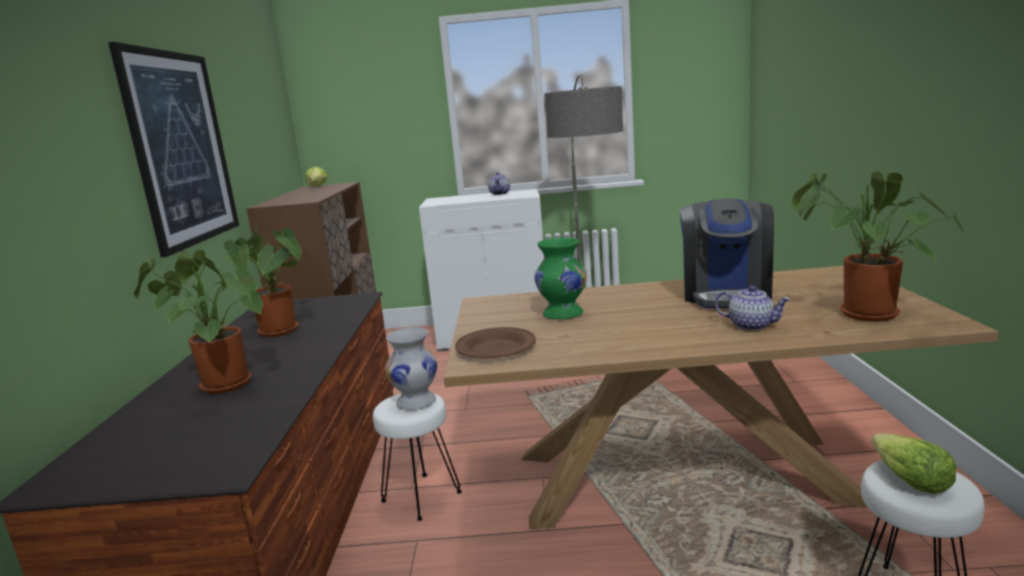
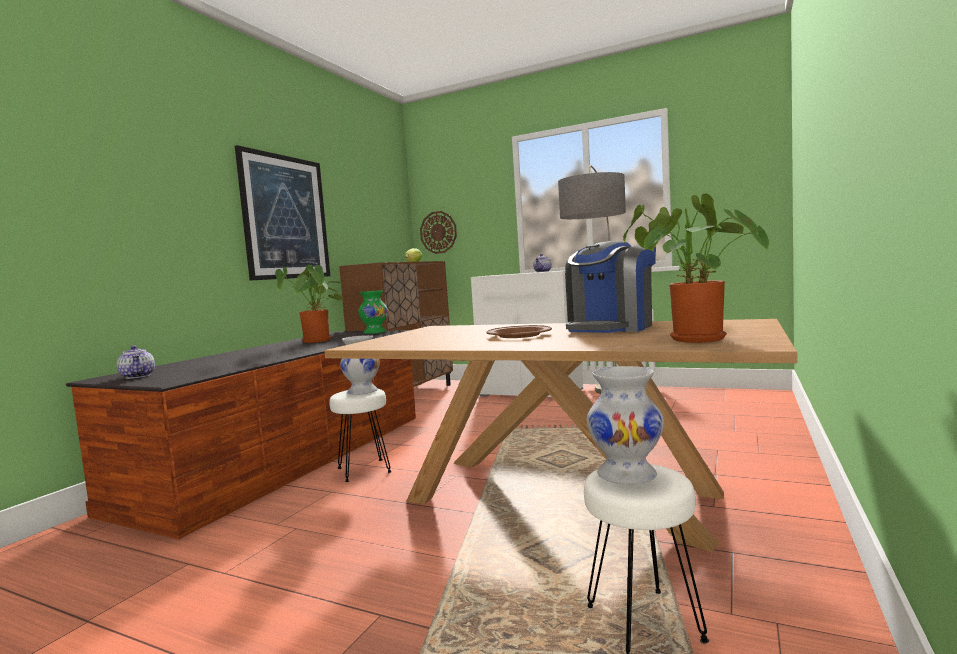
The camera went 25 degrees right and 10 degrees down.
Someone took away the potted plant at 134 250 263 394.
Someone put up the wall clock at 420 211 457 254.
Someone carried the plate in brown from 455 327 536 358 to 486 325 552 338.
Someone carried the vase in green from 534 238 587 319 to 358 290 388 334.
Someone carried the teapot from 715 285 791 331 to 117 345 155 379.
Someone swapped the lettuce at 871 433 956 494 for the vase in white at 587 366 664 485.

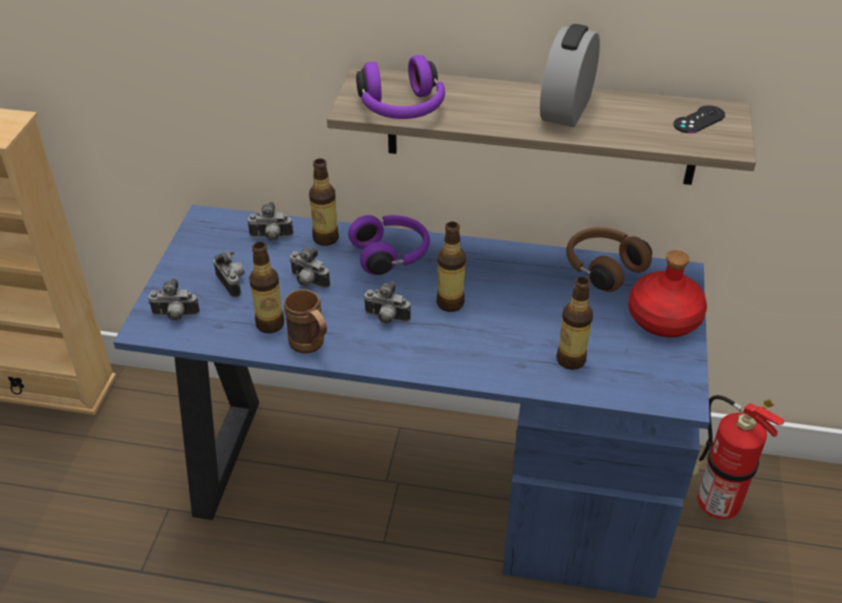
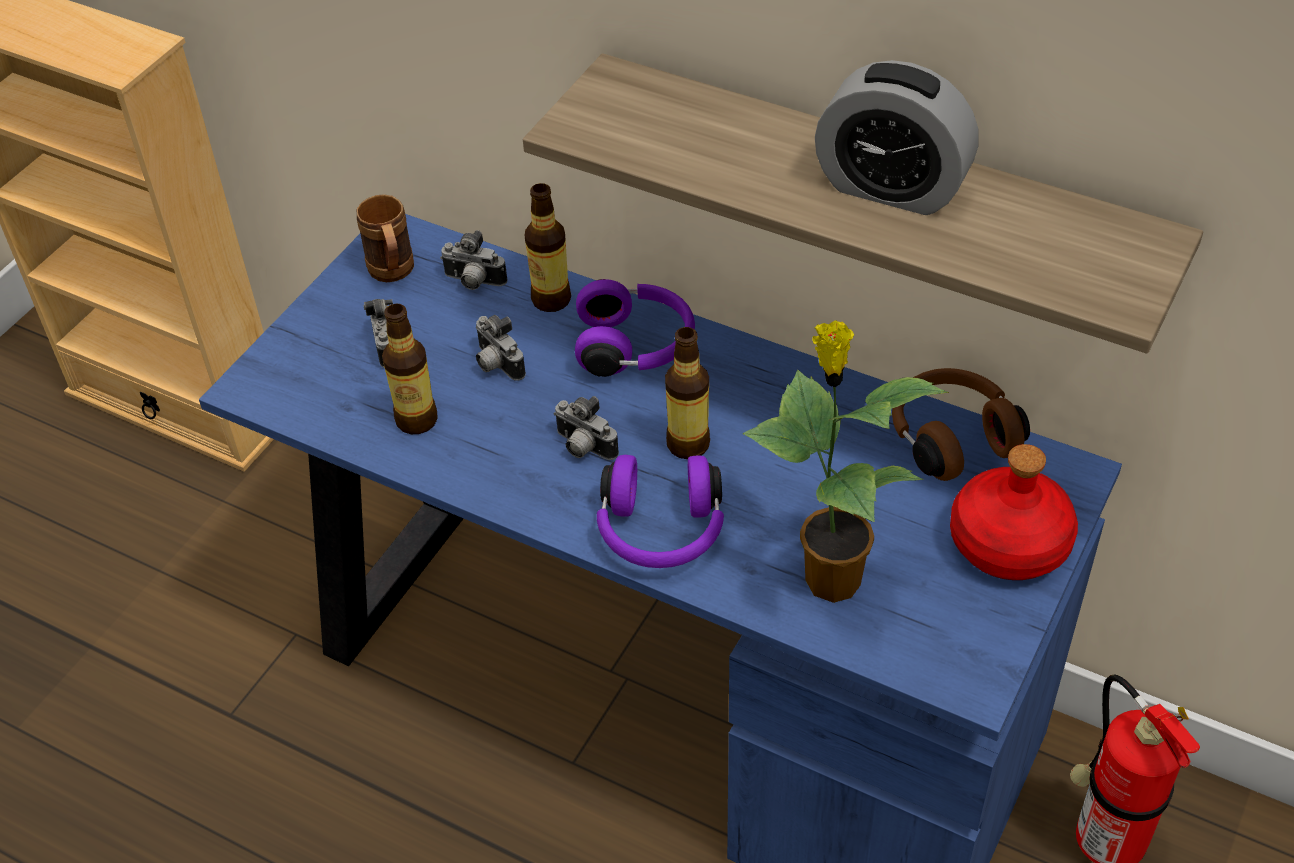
The camera went 20 degrees right and 5 degrees up.
Someone took away the photo camera at 148 278 200 321.
Someone took away the game controller in black at 673 106 725 133.
Someone carried the mug in brown from 284 289 327 354 to 356 194 414 282.
Someone carried the headphones in purple from 356 55 445 119 to 597 455 724 568.
Someone swapped the bottle at 556 277 593 370 for the potted plant at 743 320 949 603.
Someone rotated the alarm clock at 540 24 600 127 by 105 degrees counterclockwise.

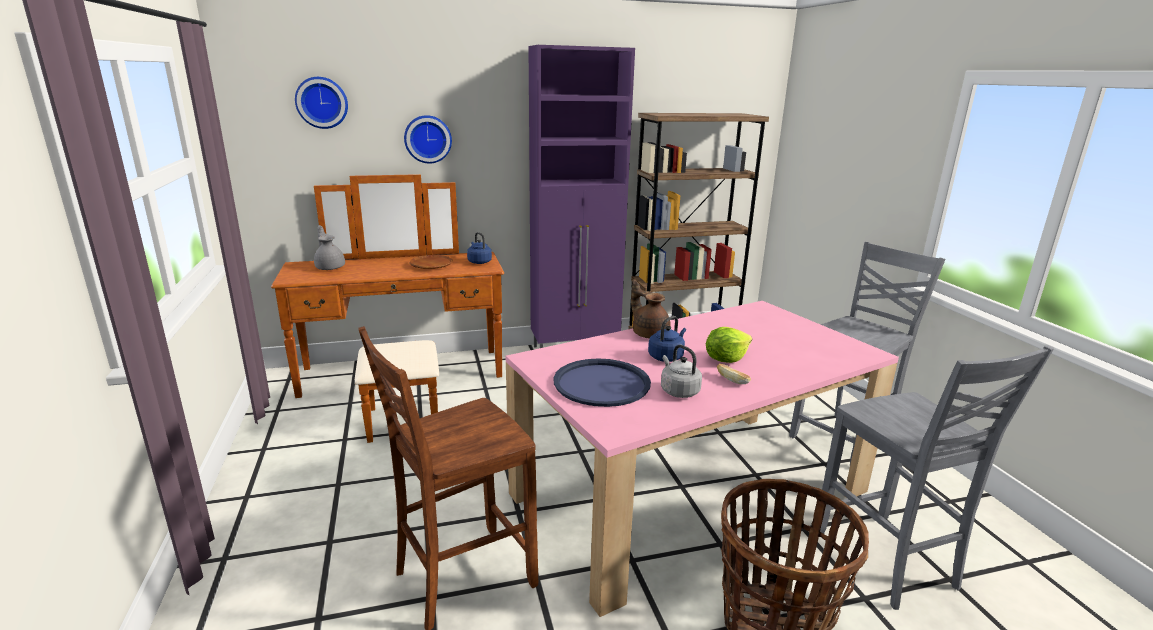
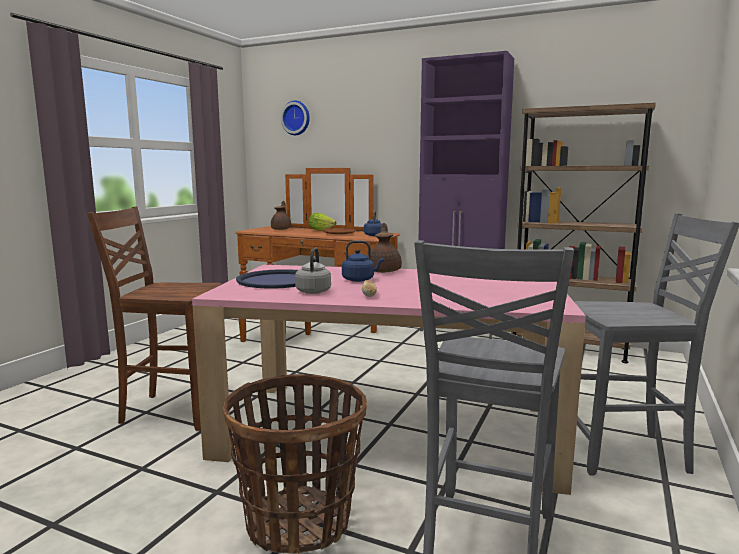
The camera went 40 degrees right and 10 degrees down.
Someone took away the wall clock at 404 115 452 164.
Someone carried the lettuce from 706 327 752 363 to 308 213 337 231.
Someone repainted the teapot in grey at 314 225 345 270, which became the teapot in brown at 271 201 291 230.

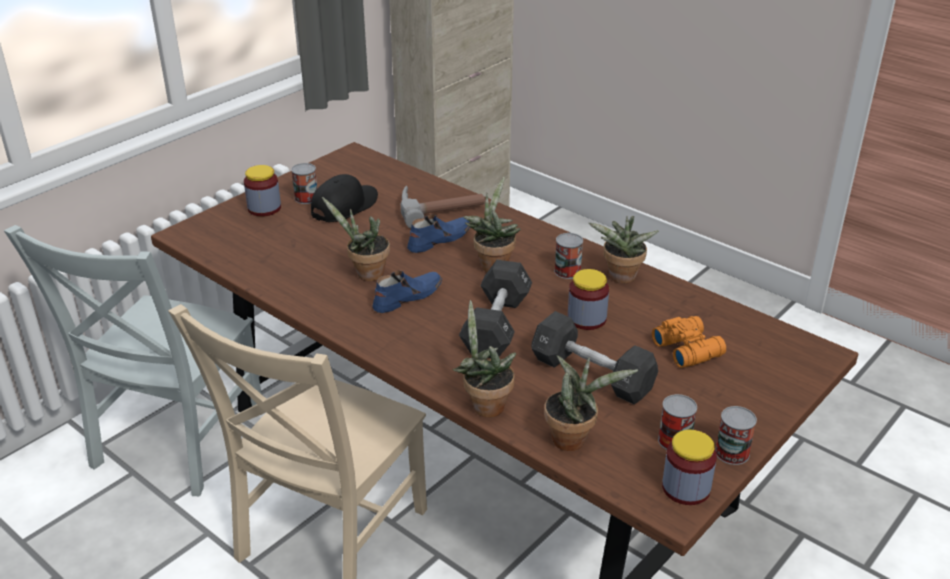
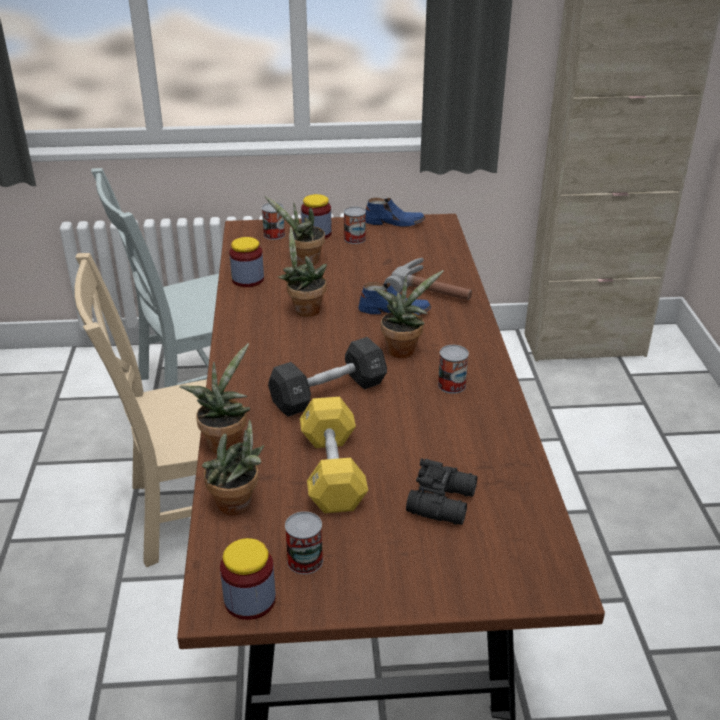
The camera went 45 degrees right and 0 degrees up.
Someone took away the cap in black at 311 174 378 222.
Someone carried the shoe in blue from 372 270 442 313 to 366 198 425 227.
Someone carried the jar from 568 269 609 330 to 229 237 264 287.
Someone carried the potted plant from 589 216 659 283 to 265 196 325 265.
Someone carried the can from 715 406 757 465 to 262 203 285 240.
Someone repainted the dumbbell in black at 531 311 658 405, which became the dumbbell in yellow at 300 397 368 513.
Someone repainted the binoculars in orange at 652 316 726 368, which became the binoculars in black at 406 458 477 525.

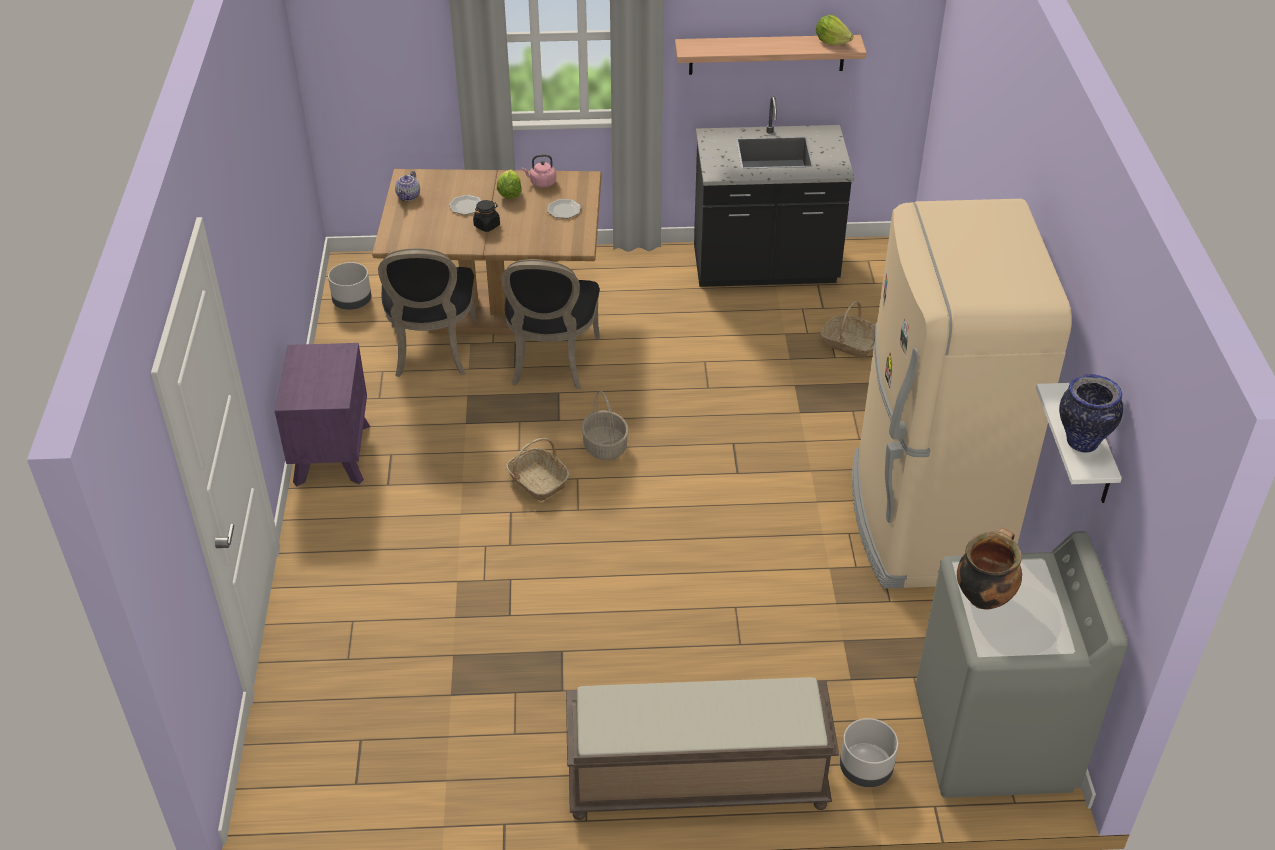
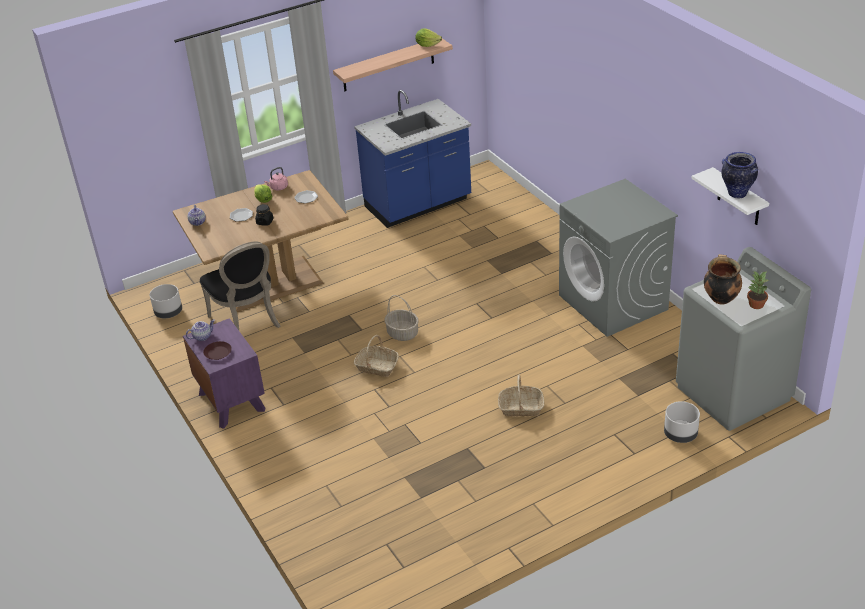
The camera went 25 degrees left and 5 degrees down.
Someone took away the chair in black at 501 259 600 389.
Someone took away the bench in brown at 566 677 839 820.
Someone put down the teapot at 186 320 215 341.
Someone put down the plate in brown at 203 341 232 360.
Someone put down the potted plant at 747 271 770 309.
Someone carried the basket from 820 301 875 358 to 498 375 544 417.
Someone swapped the fridge in beige at 852 199 1072 589 for the washing machine in grey at 559 179 678 337.
Someone repainted the counter in black at 694 96 854 287, which became the counter in blue at 354 90 471 228.

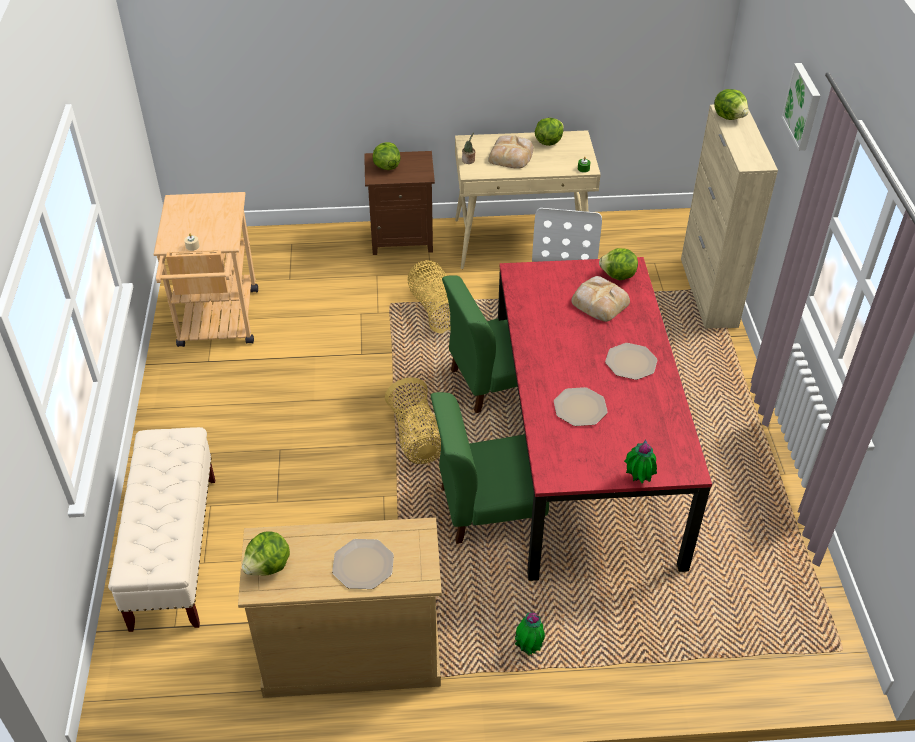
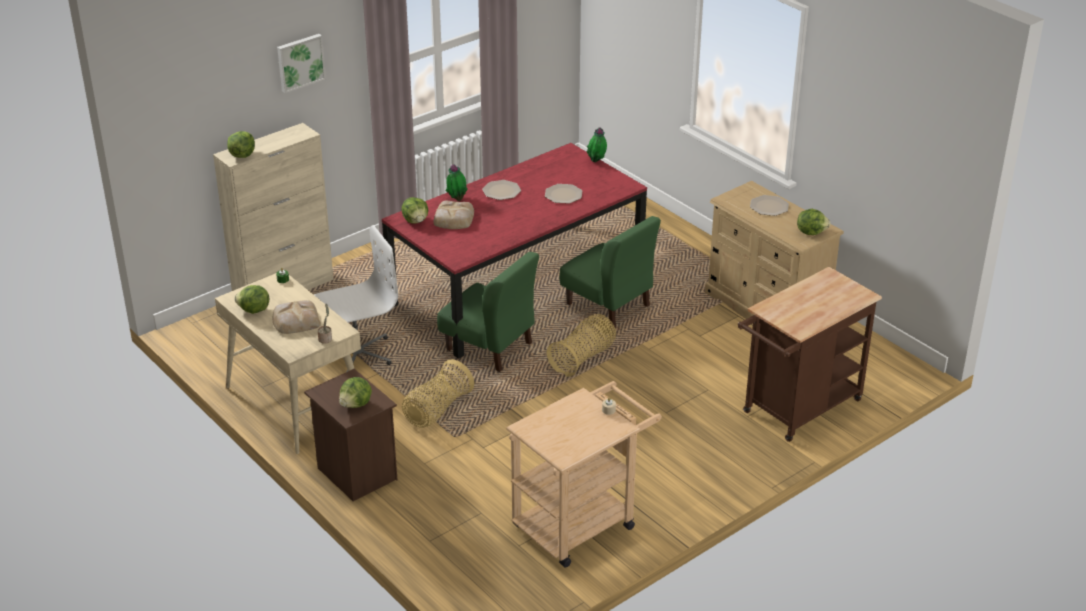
The camera went 125 degrees left and 10 degrees down.
Someone carried the potted plant from 515 612 545 655 to 446 164 468 201.
Someone swapped the bench in beige at 108 427 215 632 for the cart in brown at 738 267 882 442.

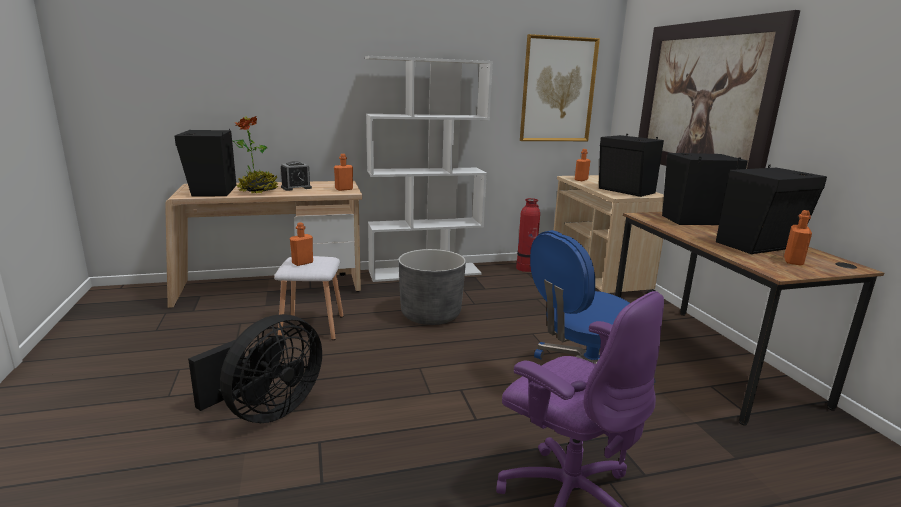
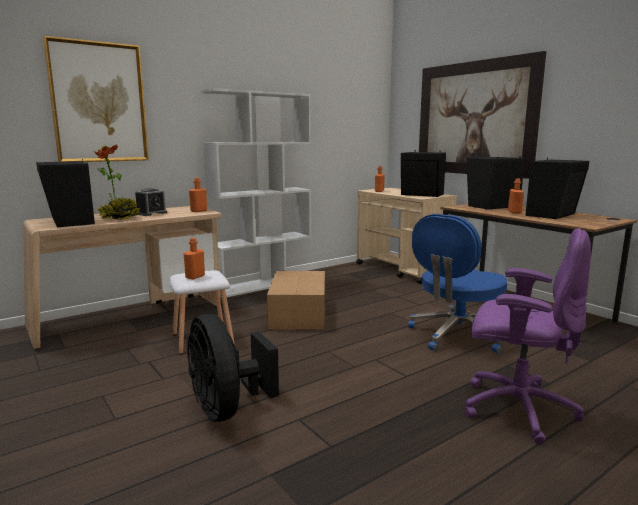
The camera went 20 degrees left and 5 degrees down.
Someone took away the fire extinguisher at 516 198 540 272.
Someone carried the picture from 520 34 600 141 to 43 36 149 162.
Someone carried the bottle in orange from 784 210 812 266 to 508 178 524 213.
Someone swapped the planter in grey at 398 249 466 325 for the cardboard box at 267 271 325 330.
Someone rotated the fan in black at 188 314 322 423 by 135 degrees clockwise.

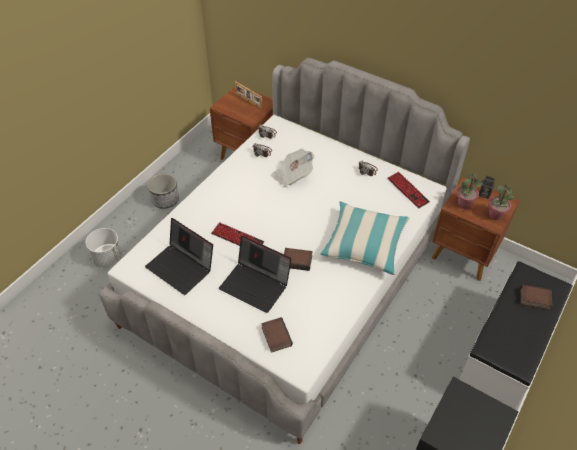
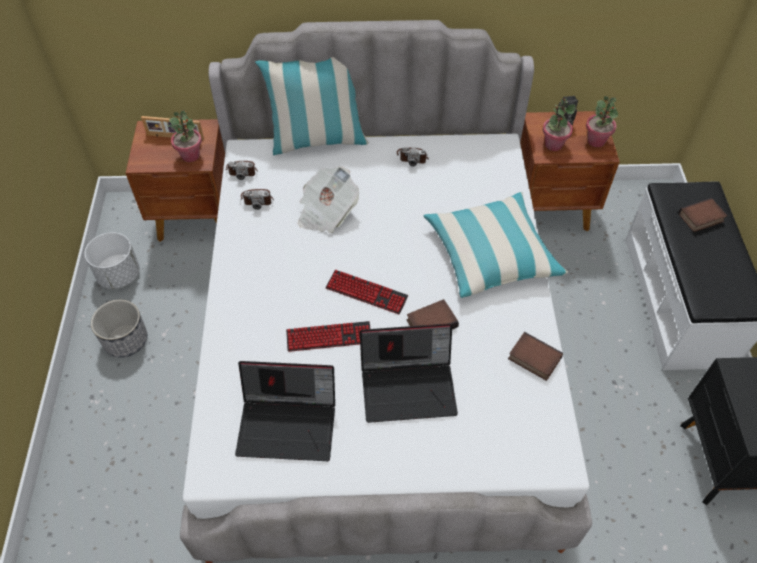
The camera went 35 degrees left and 5 degrees up.
Someone put down the potted plant at 169 110 202 162.
Someone put down the pillow at 255 57 369 155.
Someone carried the planter in white from 86 228 123 268 to 85 232 140 289.
Someone carried the book from 261 317 293 353 to 508 332 563 381.
Someone carried the keyboard from 387 172 430 208 to 325 270 408 314.

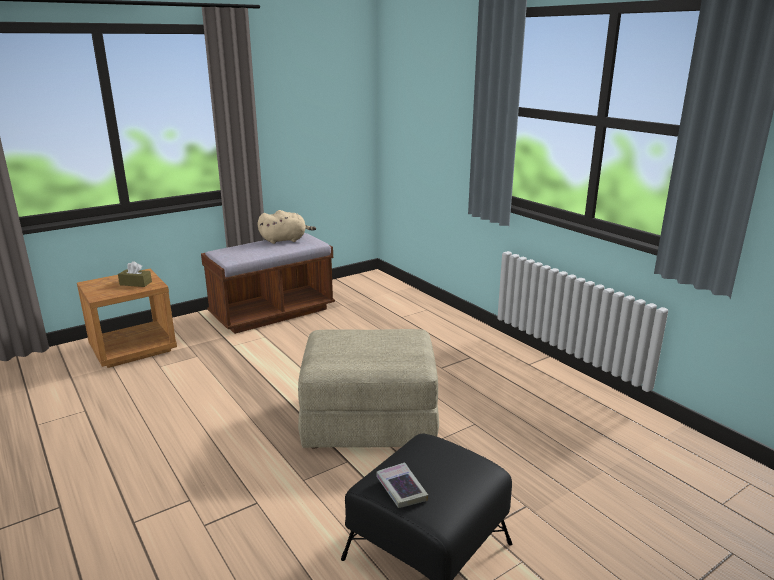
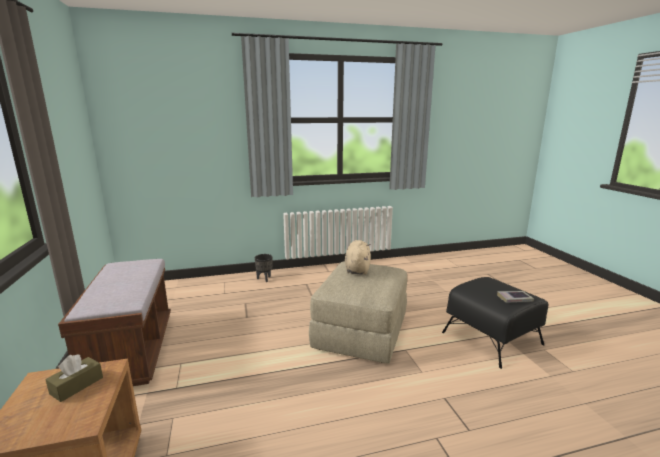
The camera went 70 degrees left and 5 degrees down.
Someone put down the planter in black at 255 254 273 282.
Someone carried the plush toy in beige from 258 210 316 244 to 345 240 371 275.

